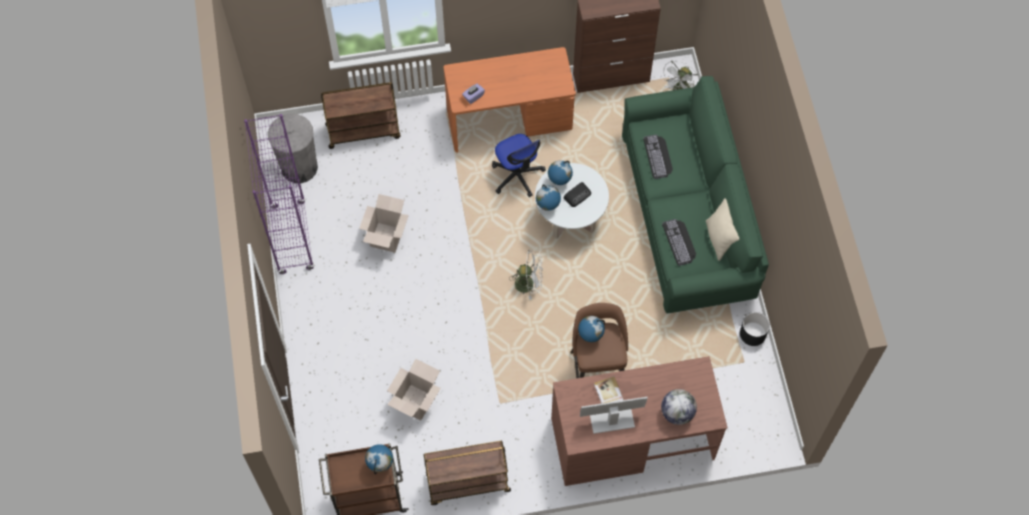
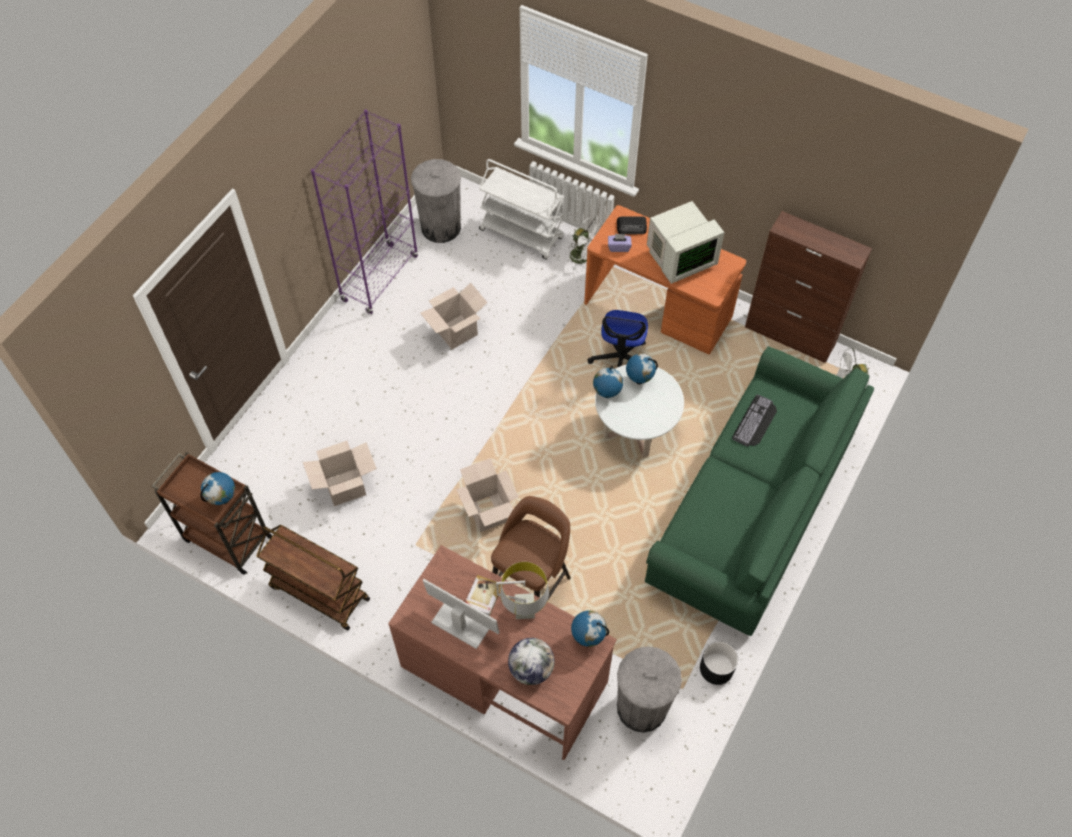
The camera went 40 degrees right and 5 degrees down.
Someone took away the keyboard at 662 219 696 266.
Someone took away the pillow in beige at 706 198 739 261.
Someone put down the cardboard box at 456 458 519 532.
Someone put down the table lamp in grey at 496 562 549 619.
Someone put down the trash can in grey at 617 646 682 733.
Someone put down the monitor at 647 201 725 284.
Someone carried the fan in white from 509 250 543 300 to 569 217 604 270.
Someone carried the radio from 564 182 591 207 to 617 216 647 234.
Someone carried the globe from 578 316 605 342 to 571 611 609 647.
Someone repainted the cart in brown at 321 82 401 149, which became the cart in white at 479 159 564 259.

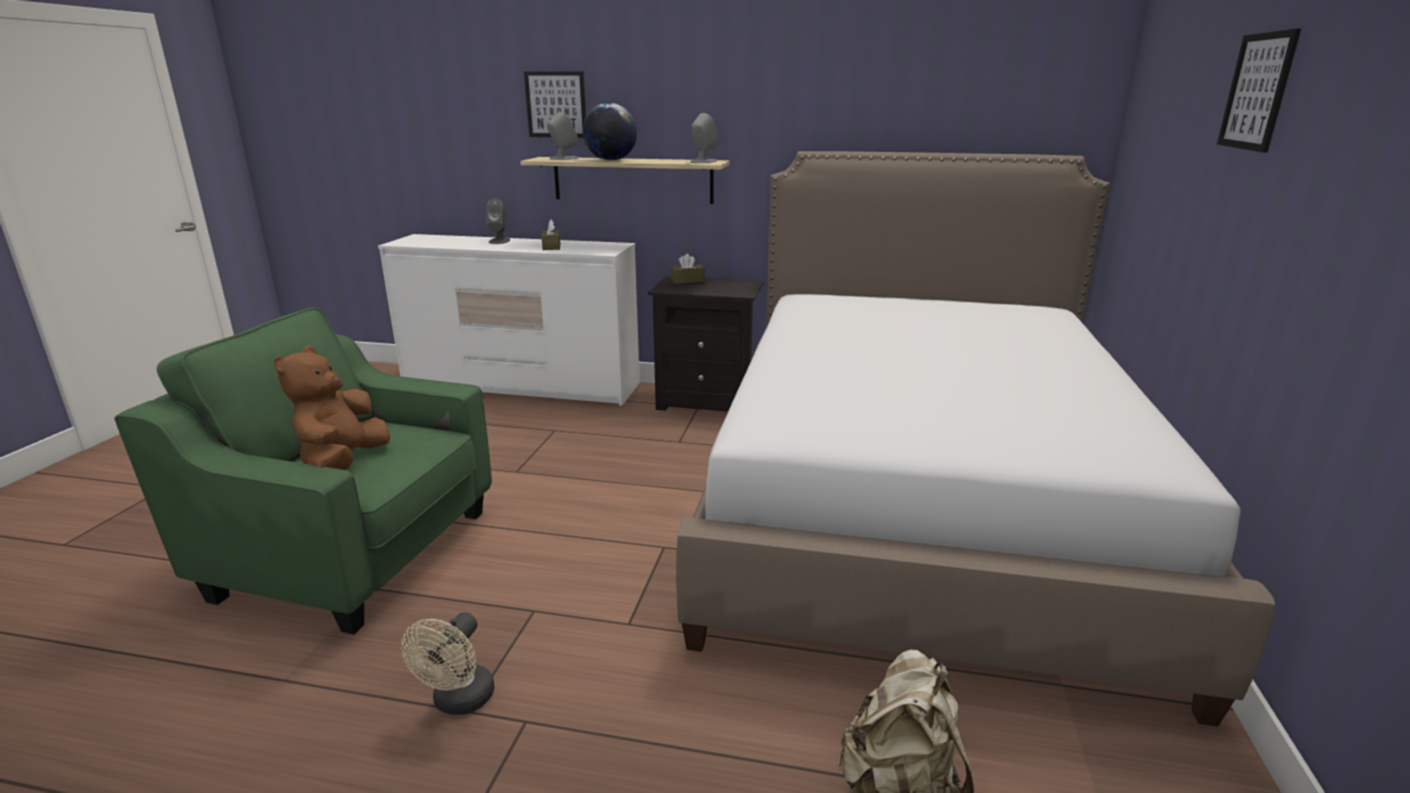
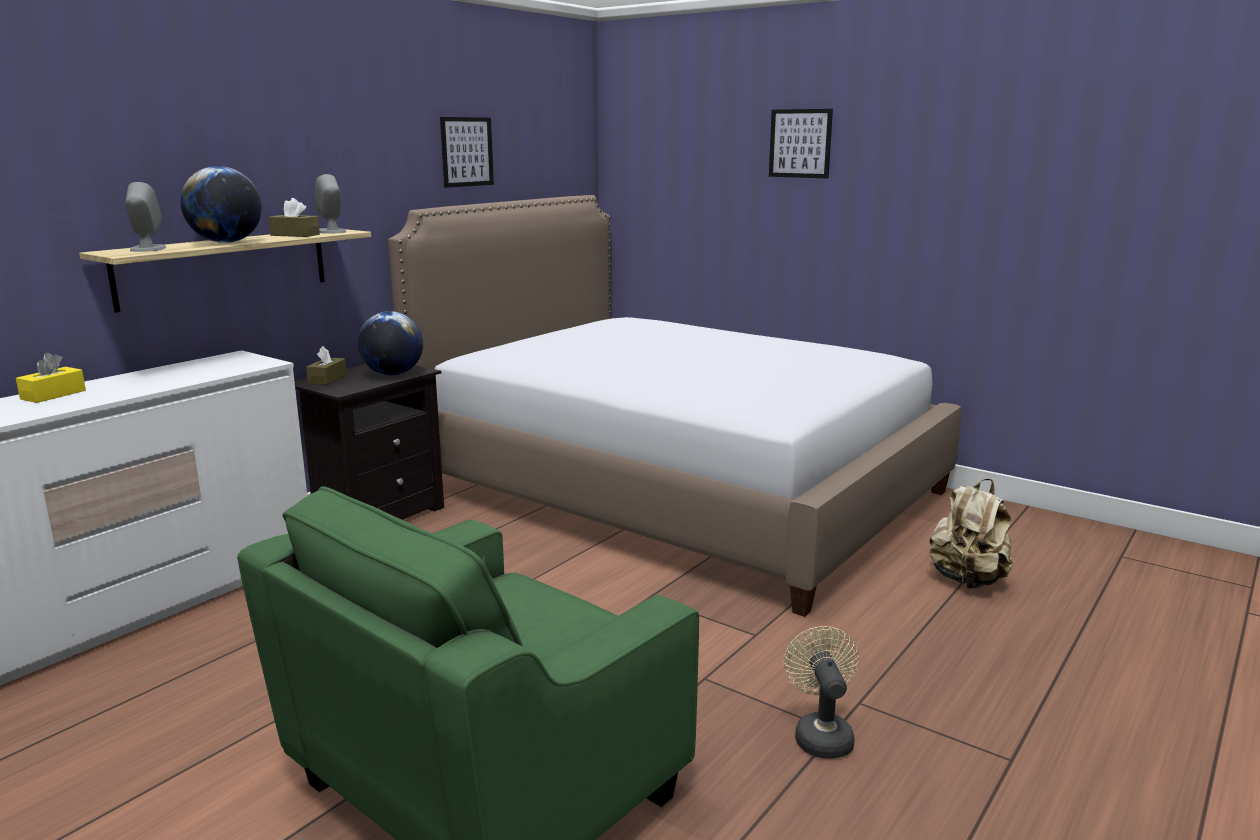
The camera went 65 degrees left and 5 degrees down.
Someone took away the plush toy in brown at 274 346 390 470.
Someone put down the globe at 358 311 423 375.
Someone carried the picture from 524 71 586 138 to 440 117 494 188.
Someone carried the tissue box in brown from 541 220 560 250 to 268 198 320 237.
Someone swapped the speaker in grey at 486 198 510 244 for the tissue box in yellow at 16 353 86 403.
Someone rotated the fan in beige at 401 612 494 715 by 135 degrees counterclockwise.

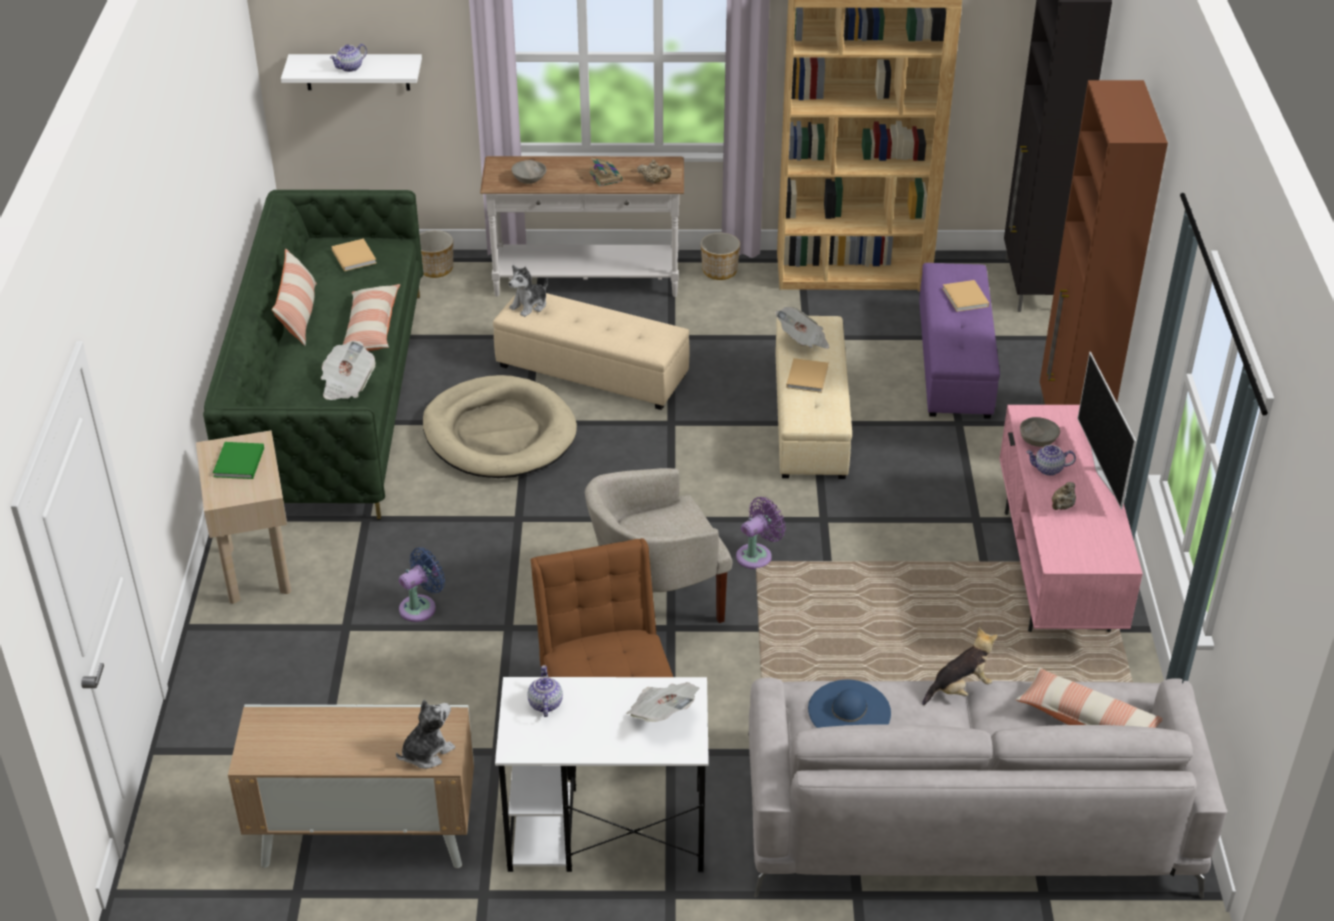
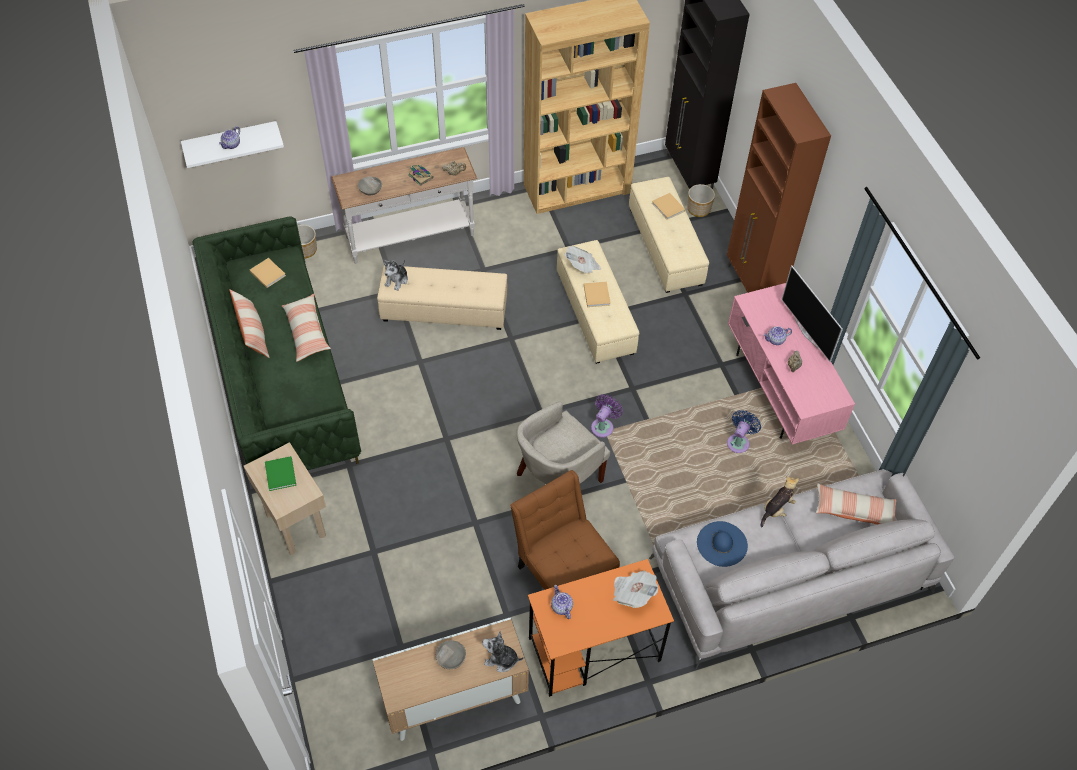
The camera went 20 degrees left and 15 degrees up.
Someone took away the newspaper at 321 341 376 400.
Someone took away the dog bed in beige at 423 375 577 478.
Someone carried the fan in blue from 399 547 445 622 to 727 410 761 453.
Someone carried the planter from 701 233 740 280 to 687 184 715 217.
Someone carried the bowl in grey from 1020 417 1060 447 to 436 640 466 669.
Someone repainted the desk in white at 495 677 709 872, which became the desk in orange at 528 559 674 697.
Someone repainted the ottoman in purple at 919 263 1000 419, which became the ottoman in beige at 629 177 709 293.
Someone rotated the plush toy at 396 699 455 769 by 105 degrees counterclockwise.

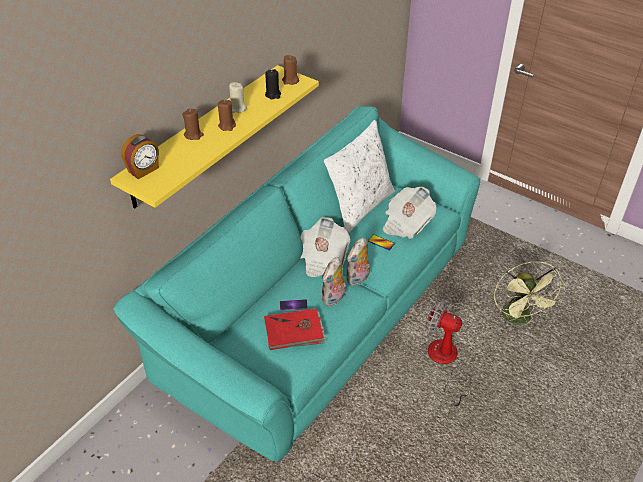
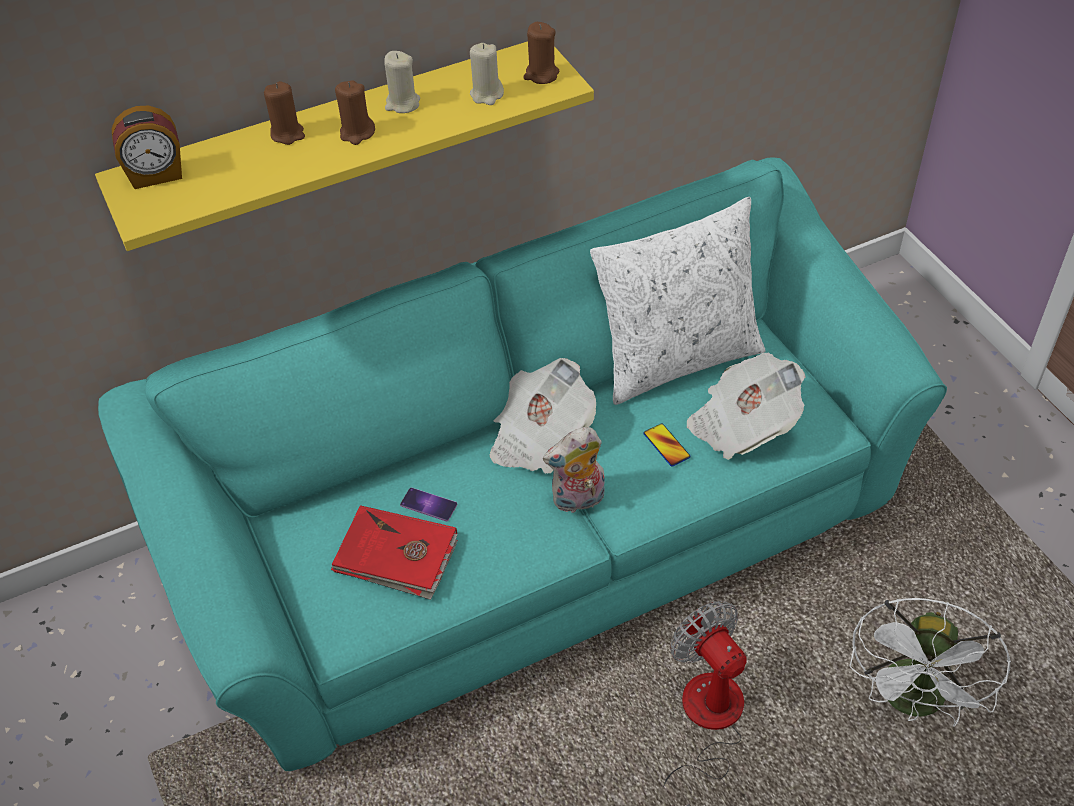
The camera went 30 degrees right and 5 degrees up.
Someone took away the plush toy at 322 257 346 306.
Someone repainted the candle in black at 265 69 281 99, which became the candle in beige at 470 43 504 105.
Someone repainted the fan in green at 494 261 566 325, which became the fan in white at 849 598 1011 727.

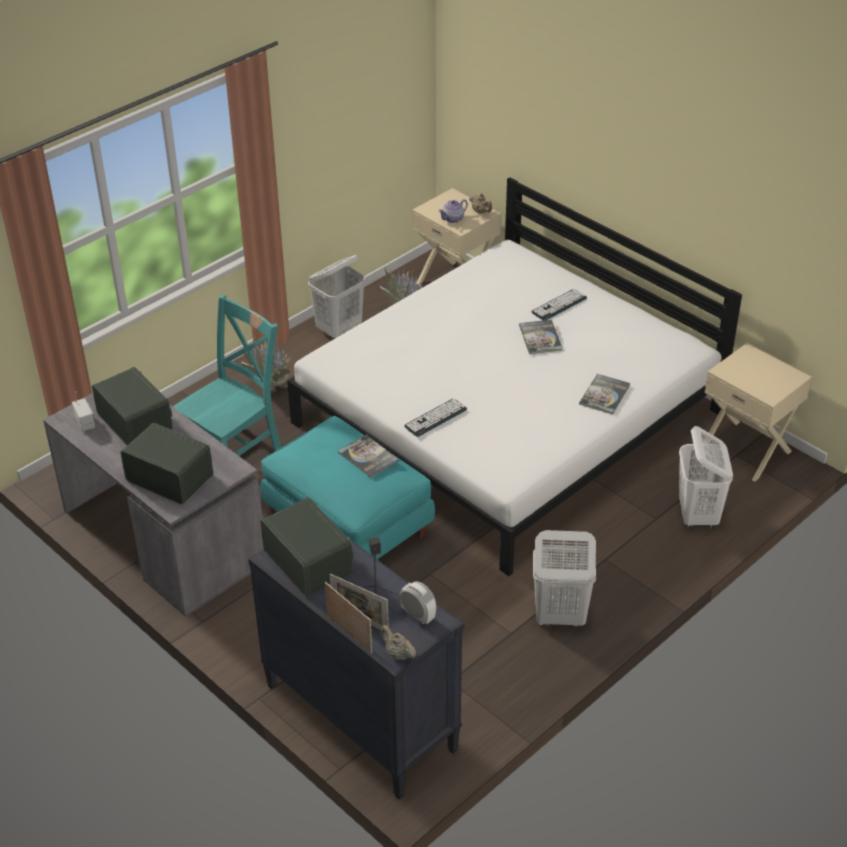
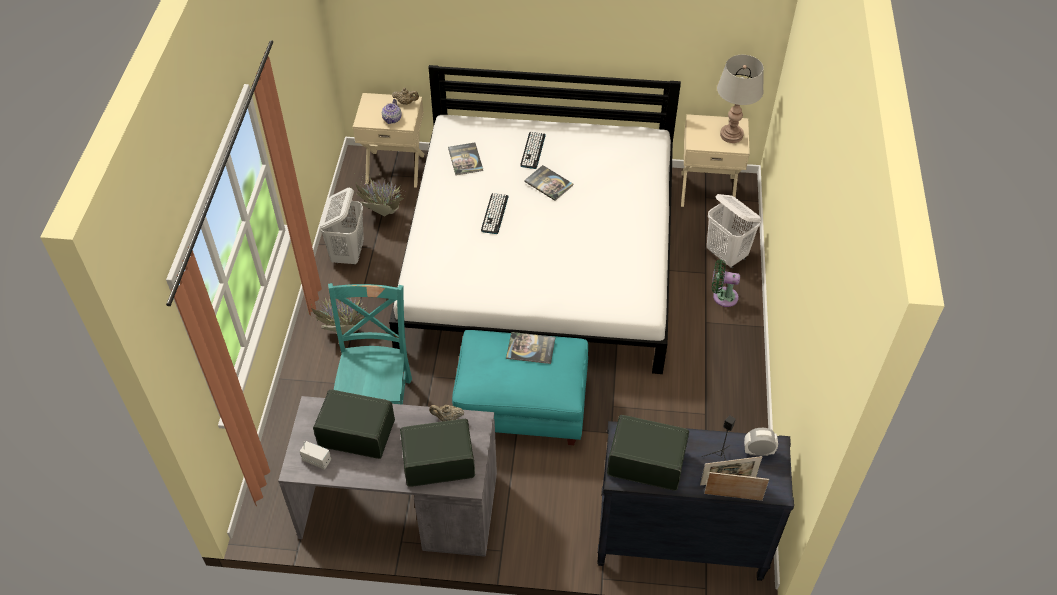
The camera went 40 degrees left and 10 degrees up.
Someone took away the laundry basket in white at 533 530 596 627.
Someone put down the fan in green at 712 260 740 307.
Someone put down the table lamp in grey at 717 55 764 143.
Someone carried the teapot in beige from 381 625 416 660 to 429 405 464 422.
Someone carried the keyboard from 404 399 467 437 to 481 193 508 234.
Someone carried the book from 579 374 630 414 to 448 142 483 175.

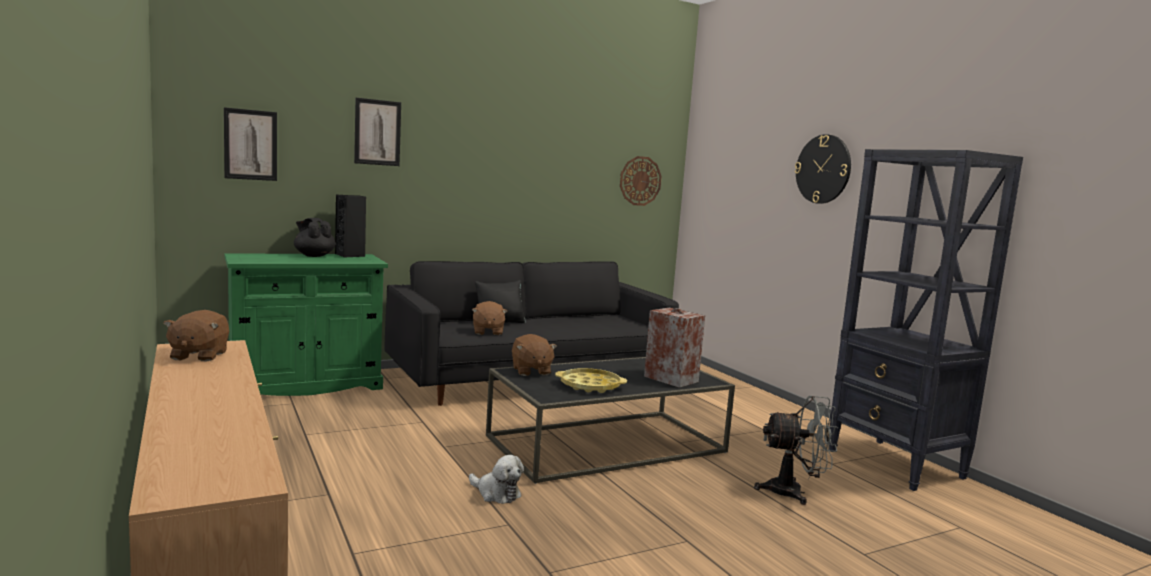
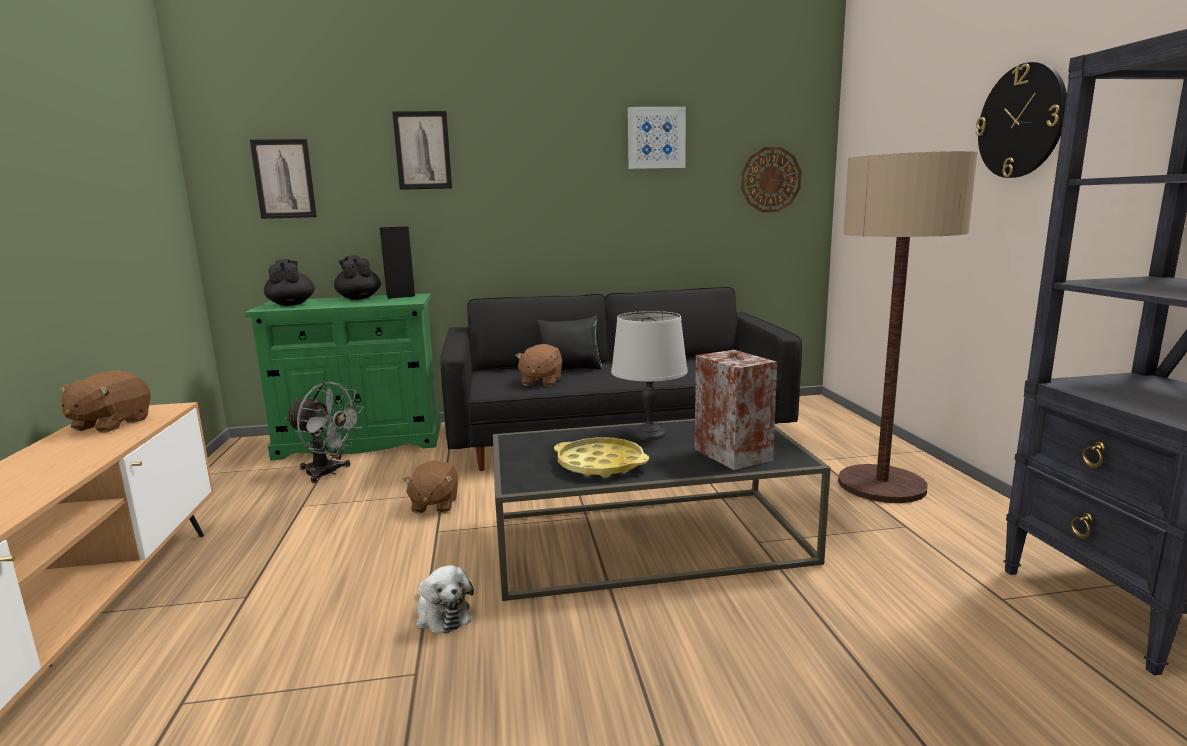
The camera went 20 degrees right and 5 degrees up.
Someone put down the teapot in black at 264 259 315 306.
Someone put down the table lamp in grey at 611 311 688 440.
Someone put up the picture at 628 107 686 169.
Someone put down the floor lamp at 838 151 977 503.
Someone carried the plush toy in brown from 512 334 557 376 to 403 460 458 513.
Someone carried the fan in grey from 754 396 838 505 to 285 382 364 483.

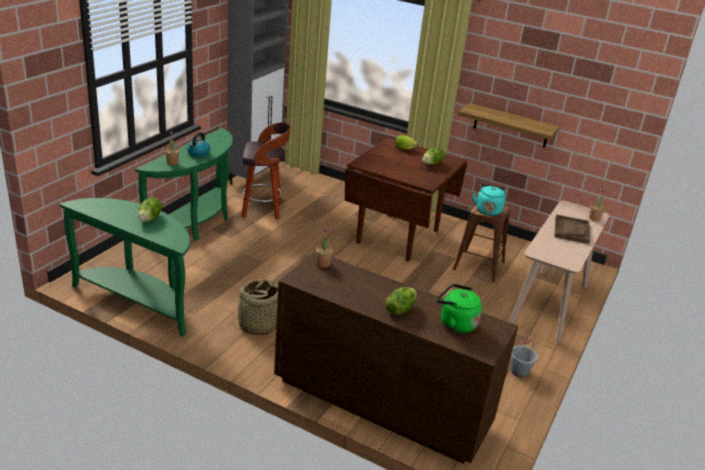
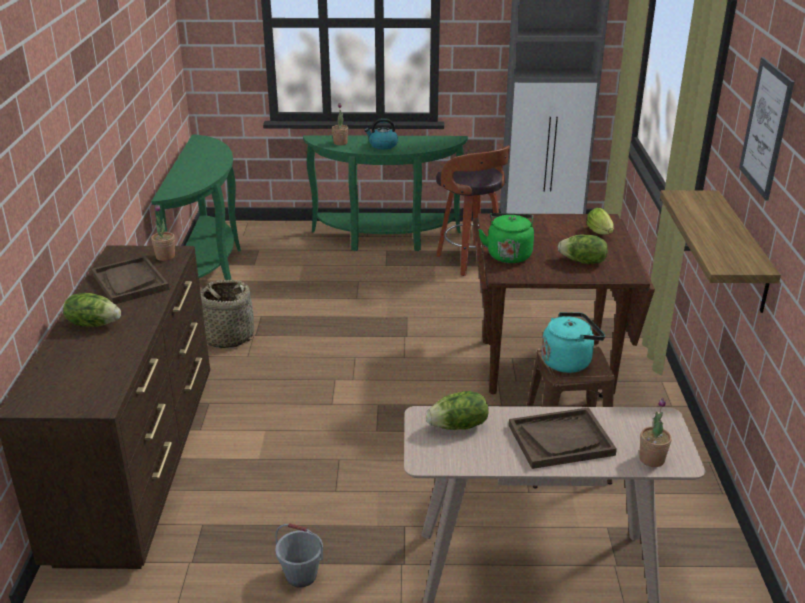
The camera went 65 degrees right and 0 degrees up.
Someone put down the tray in brown at 92 256 169 304.
Someone put up the picture at 739 57 794 200.
Someone carried the lettuce from 138 198 162 222 to 426 391 489 430.
Someone carried the kettle in green from 437 284 482 333 to 478 213 534 263.

